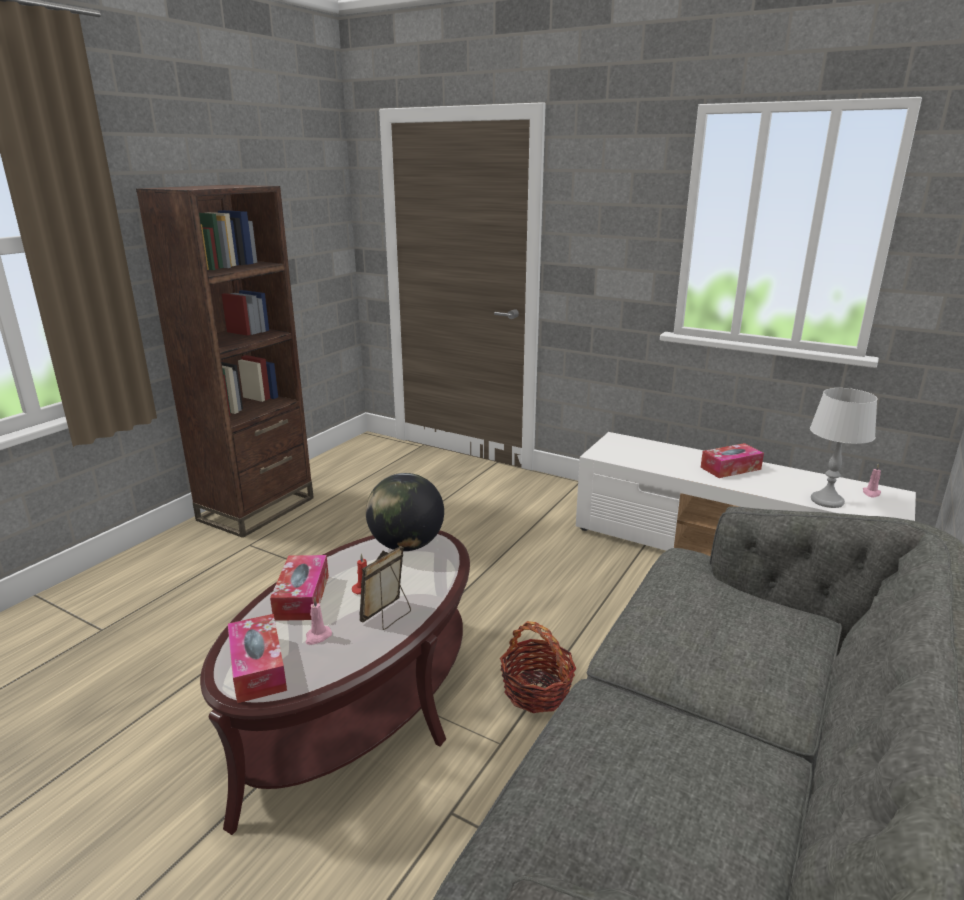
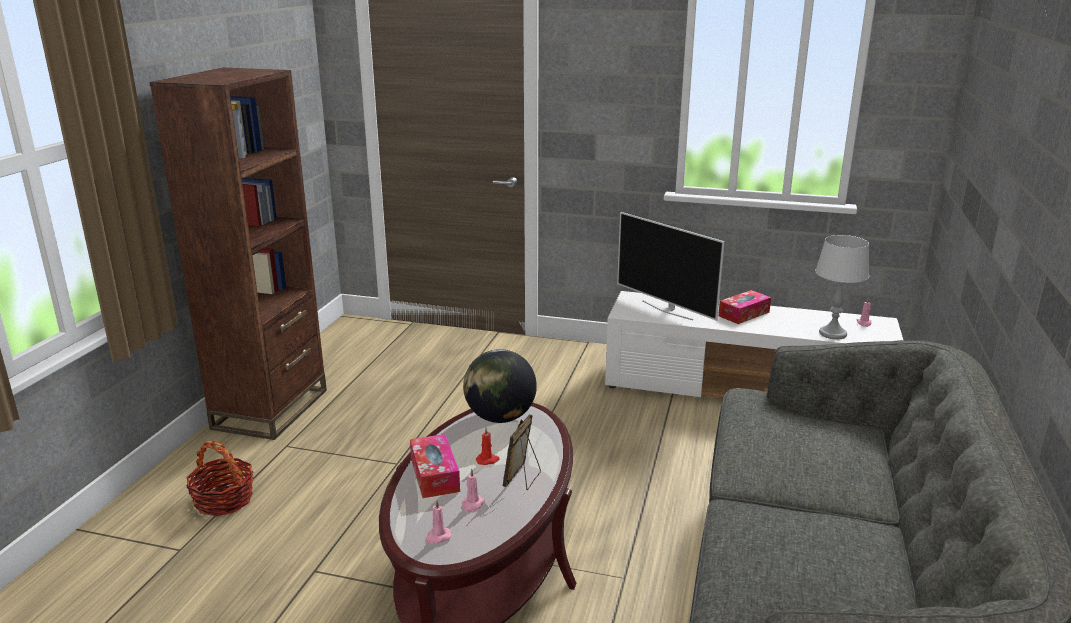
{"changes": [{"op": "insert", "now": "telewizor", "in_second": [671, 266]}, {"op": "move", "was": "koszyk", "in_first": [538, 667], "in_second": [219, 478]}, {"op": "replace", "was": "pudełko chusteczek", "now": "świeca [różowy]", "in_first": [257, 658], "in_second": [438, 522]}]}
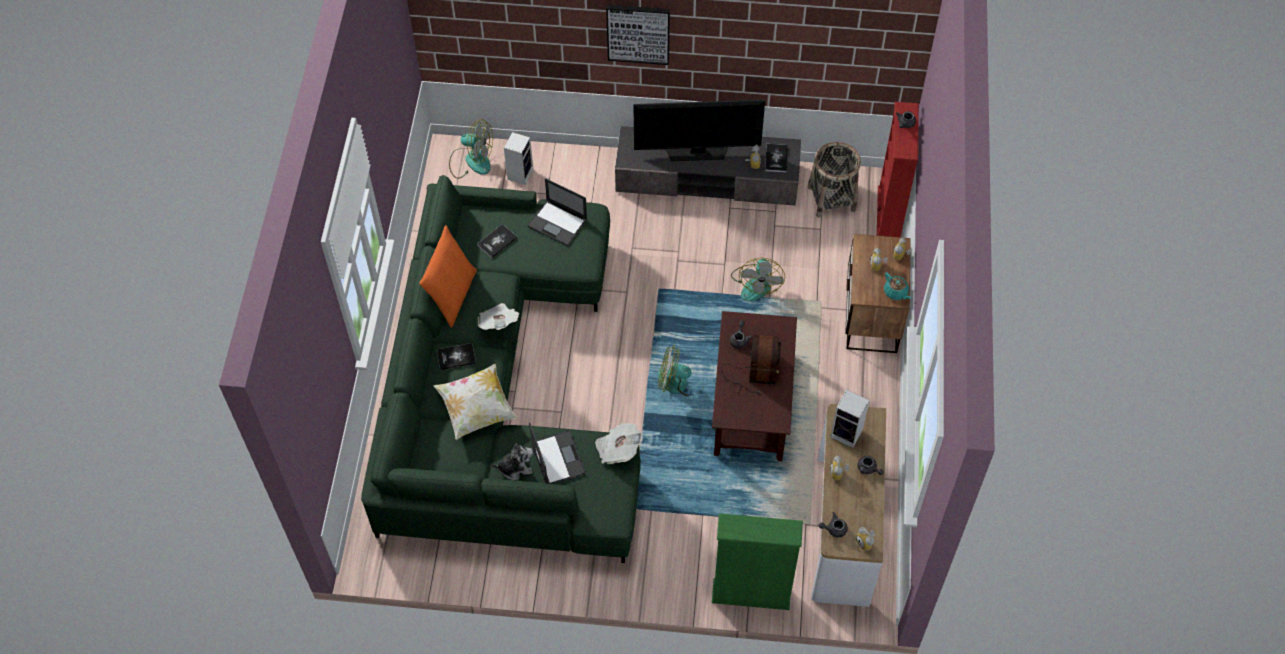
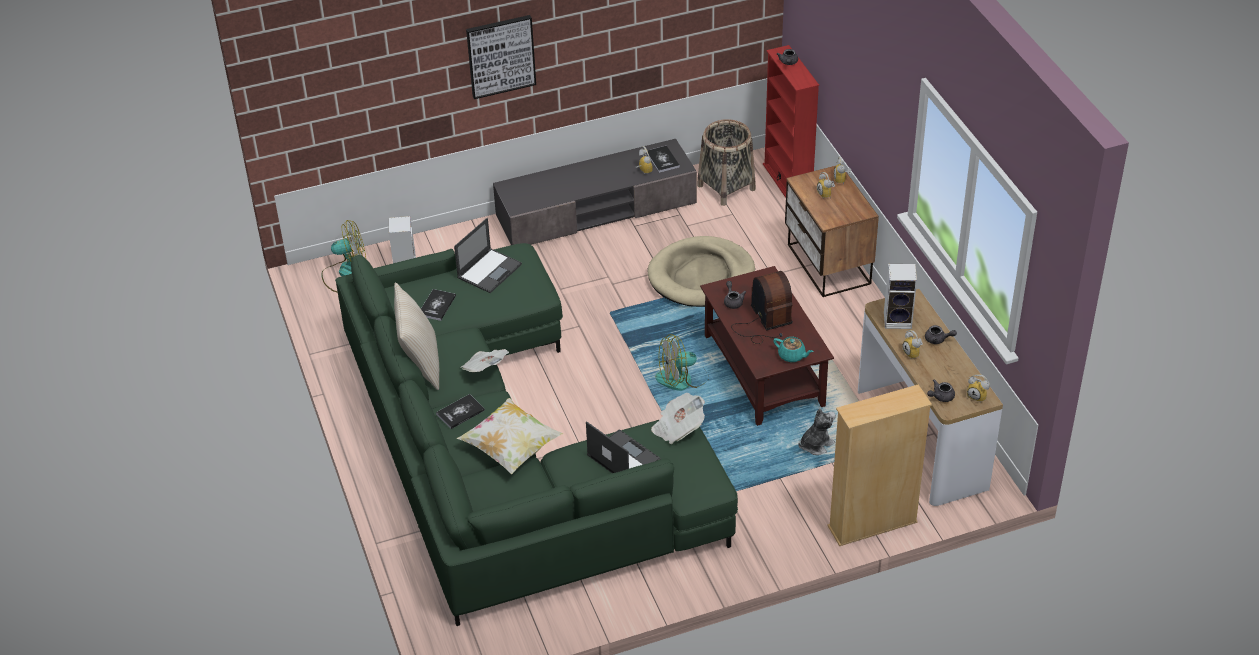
{"changes": [{"op": "delete", "was": "telewizor", "in_first": [699, 130]}, {"op": "move", "was": "pluszak", "in_first": [512, 461], "in_second": [817, 431]}, {"op": "move", "was": "imbryk [turkusowy]", "in_first": [897, 286], "in_second": [793, 349]}, {"op": "replace", "was": "wentylator", "now": "legowisko [beżowy]", "in_first": [758, 279], "in_second": [701, 271]}, {"op": "recolor", "was": "poduszka [pomarańczowy]", "now": "poduszka [beżowy]", "in_first": [448, 276], "in_second": [416, 336]}, {"op": "recolor", "was": "regał [zielony]", "now": "regał [beżowy]", "in_first": [757, 561], "in_second": [879, 465]}, {"op": "rotate", "was": "laptop", "in_first": [557, 212], "in_second": [488, 255], "clockwise": -60}]}
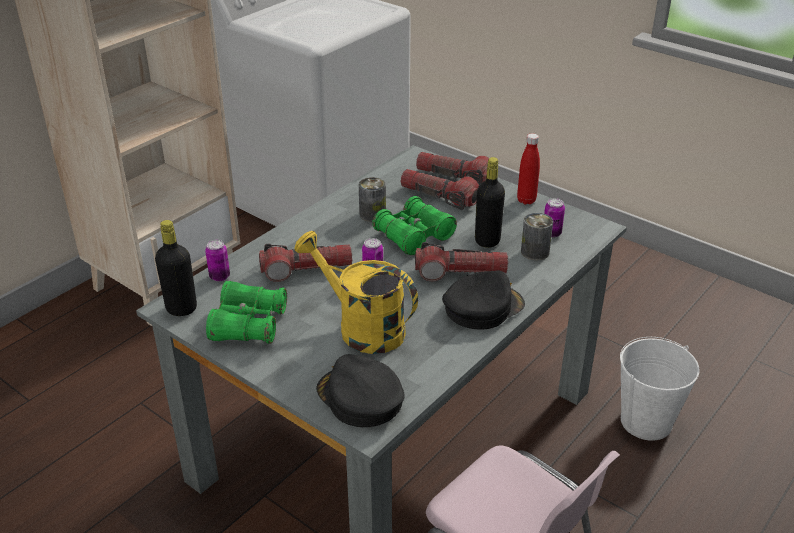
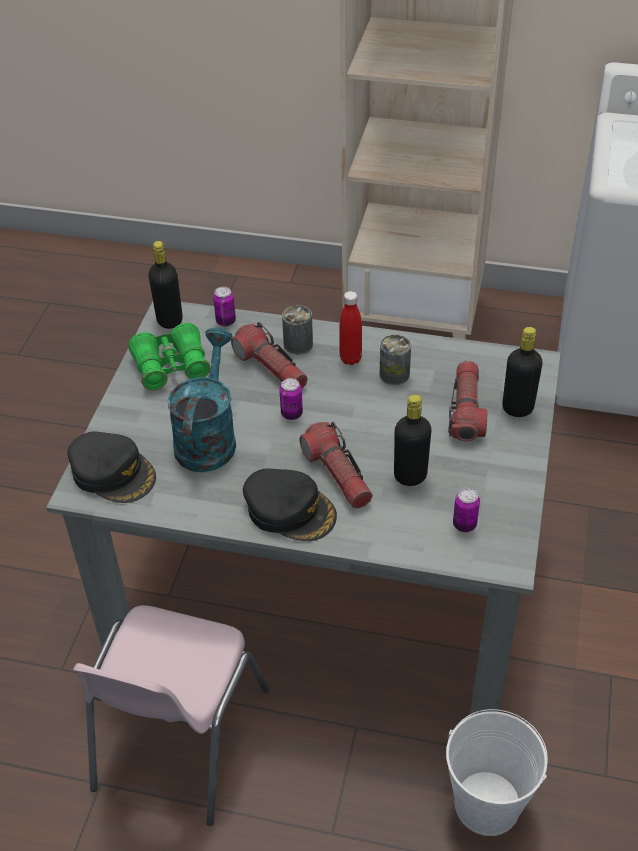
{"changes": [{"op": "delete", "was": "lornetka [zielony]", "in_first": [414, 225]}, {"op": "move", "was": "butelka [czerwony]", "in_first": [528, 169], "in_second": [351, 328]}, {"op": "move", "was": "puszka", "in_first": [537, 236], "in_second": [297, 330]}, {"op": "replace", "was": "latarka", "now": "butelka [czarny]", "in_first": [452, 168], "in_second": [522, 372]}, {"op": "recolor", "was": "konewka [żółty]", "now": "konewka [turkusowy]", "in_first": [356, 292], "in_second": [201, 400]}, {"op": "rotate", "was": "czapka z daszkiem [czarny]", "in_first": [360, 390], "in_second": [111, 467], "clockwise": 105}]}
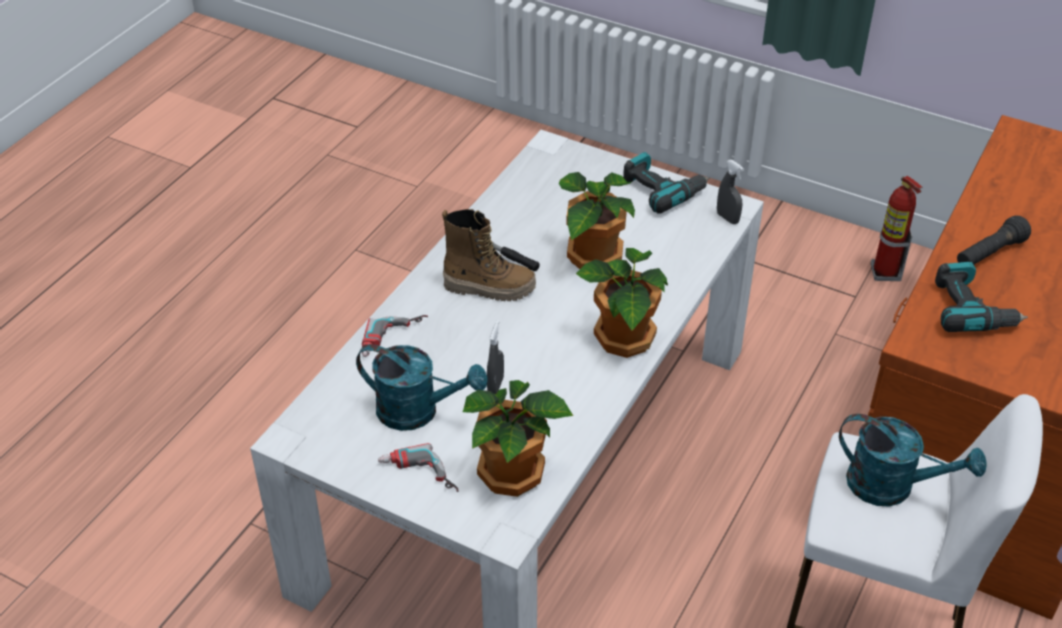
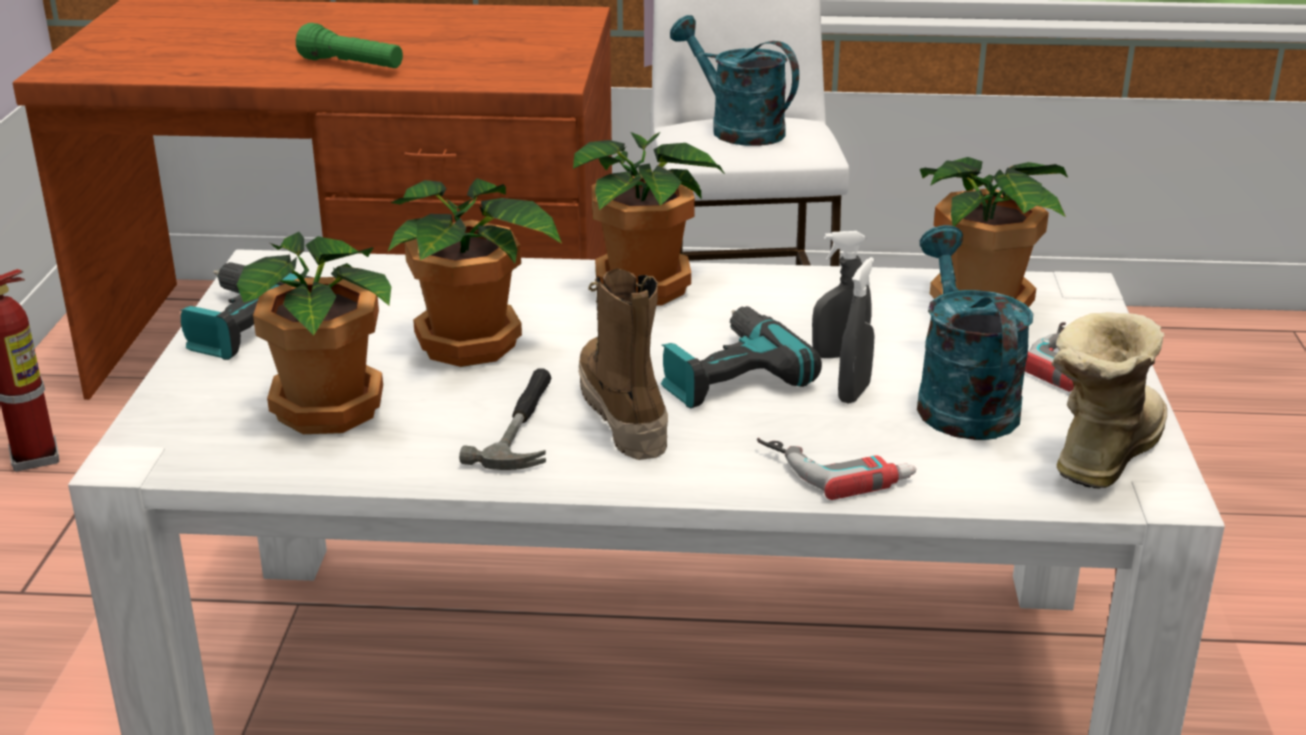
{"changes": [{"op": "insert", "now": "roślina doniczkowa", "in_second": [314, 333]}, {"op": "insert", "now": "but z cholewką", "in_second": [1109, 400]}, {"op": "move", "was": "spryskiwacz [szary]", "in_first": [730, 192], "in_second": [856, 330]}, {"op": "move", "was": "wiertarka", "in_first": [981, 297], "in_second": [741, 357]}, {"op": "recolor", "was": "latarka [czarny]", "now": "latarka [zielony]", "in_first": [994, 240], "in_second": [349, 45]}, {"op": "rotate", "was": "konewka [turkusowy]", "in_first": [913, 460], "in_second": [734, 80], "clockwise": -45}]}
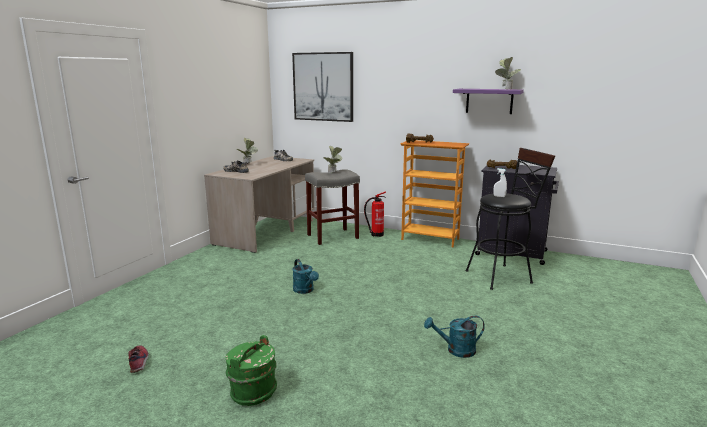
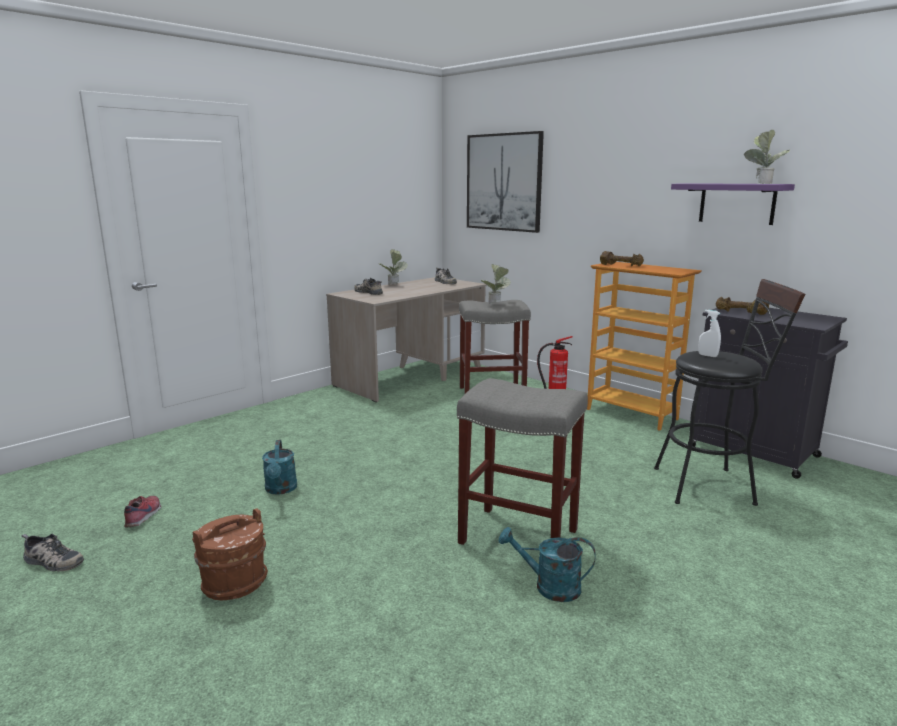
{"changes": [{"op": "insert", "now": "but", "in_second": [52, 552]}, {"op": "insert", "now": "stołek [szary]", "in_second": [522, 461]}, {"op": "move", "was": "konewka [turkusowy]", "in_first": [305, 276], "in_second": [279, 467]}, {"op": "recolor", "was": "wiadro [zielony]", "now": "wiadro [brązowy]", "in_first": [251, 370], "in_second": [230, 554]}]}
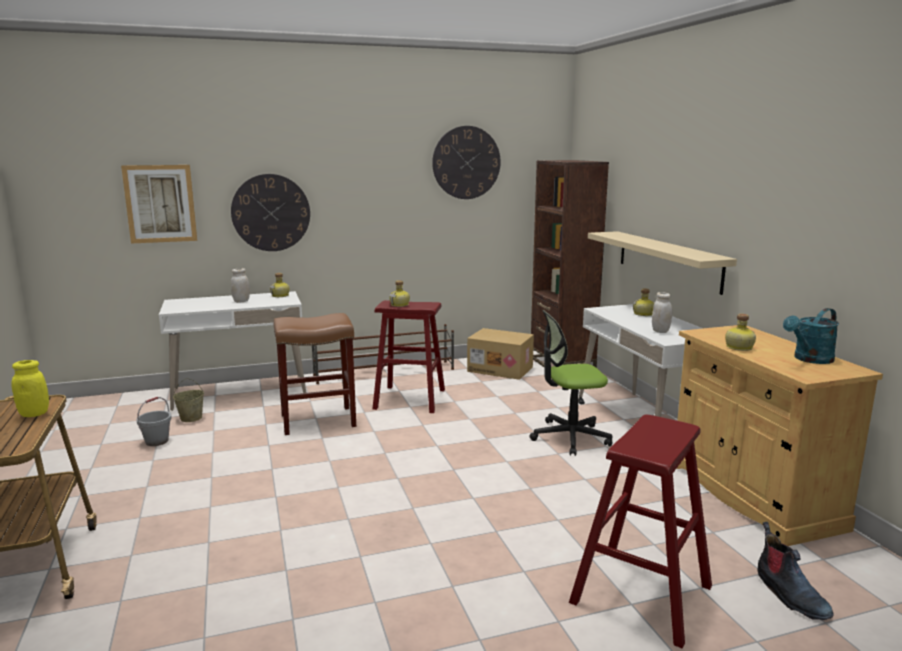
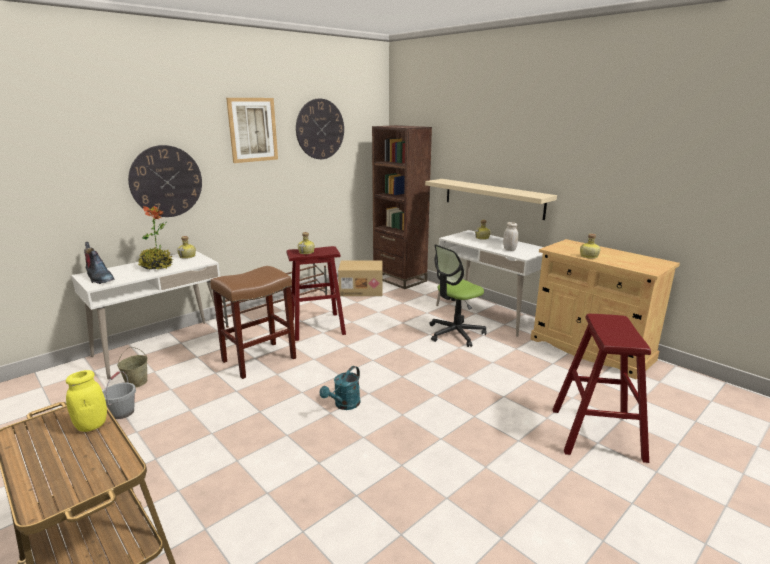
{"changes": [{"op": "move", "was": "obraz", "in_first": [159, 204], "in_second": [252, 130]}, {"op": "move", "was": "but z cholewką", "in_first": [795, 571], "in_second": [99, 263]}, {"op": "move", "was": "konewka [turkusowy]", "in_first": [811, 336], "in_second": [340, 388]}, {"op": "replace", "was": "słoik [biały]", "now": "roślina doniczkowa", "in_first": [240, 285], "in_second": [155, 238]}]}
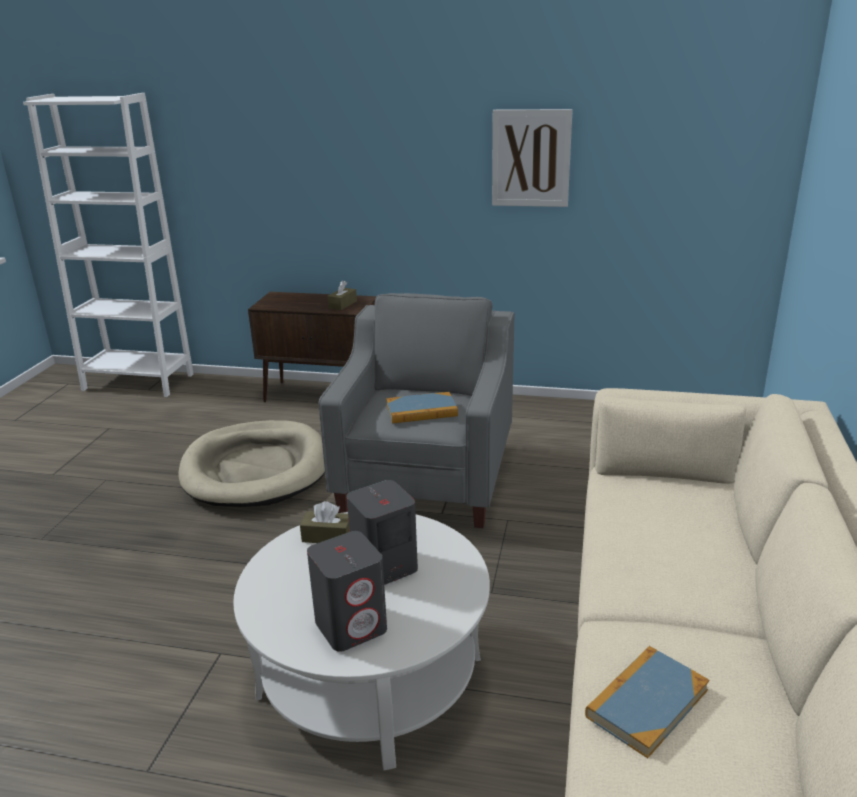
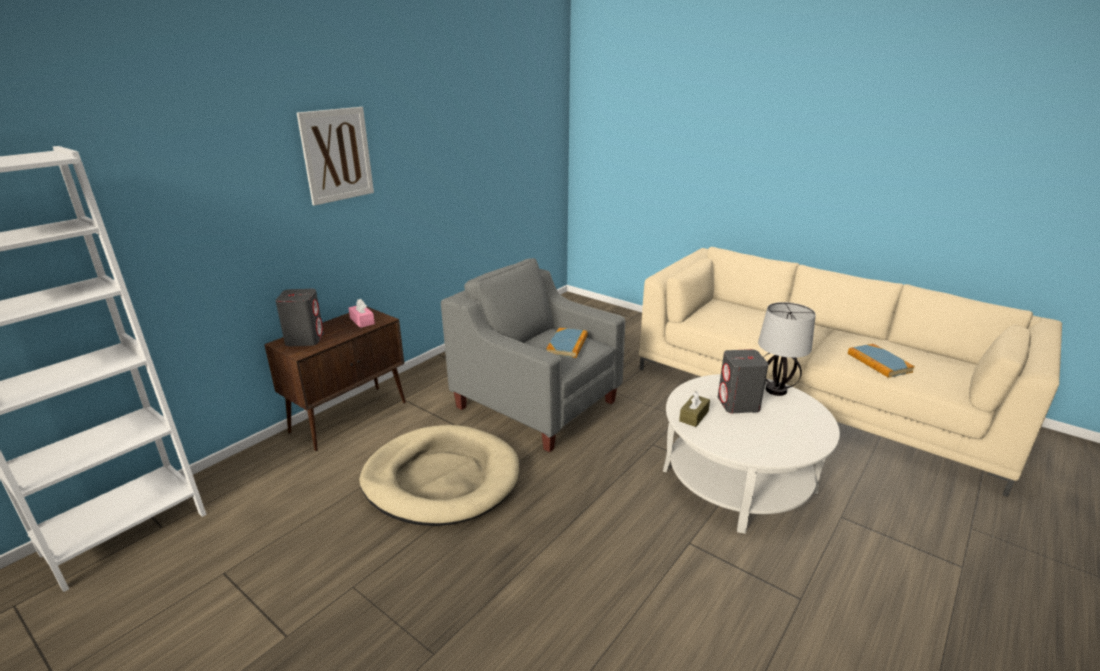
{"changes": [{"op": "insert", "now": "lampa stołowa", "in_second": [787, 349]}, {"op": "move", "was": "głośnik [szary]", "in_first": [347, 591], "in_second": [299, 318]}, {"op": "move", "was": "obraz", "in_first": [532, 158], "in_second": [335, 156]}, {"op": "recolor", "was": "pudełko chusteczek [brązowy]", "now": "pudełko chusteczek [różowy]", "in_first": [342, 295], "in_second": [362, 313]}]}
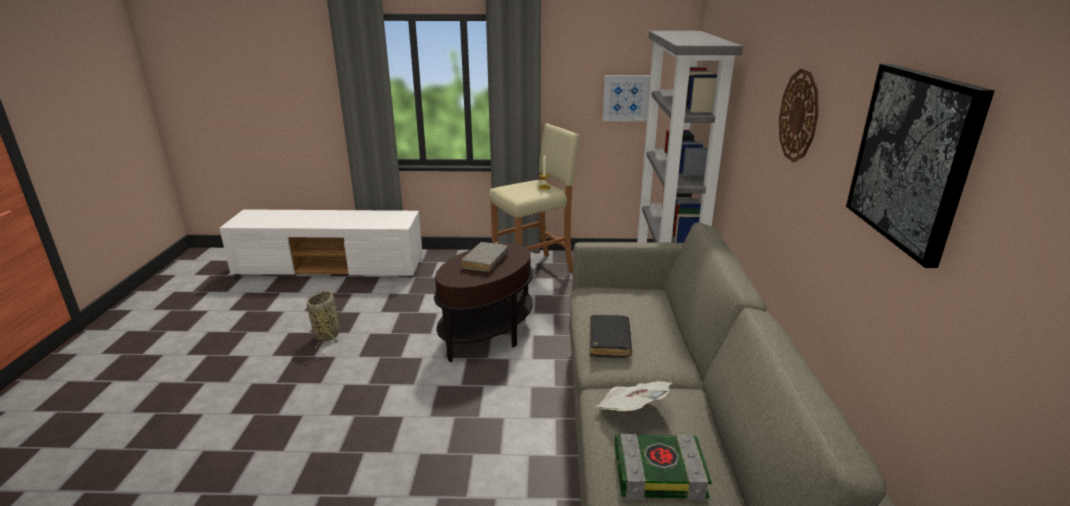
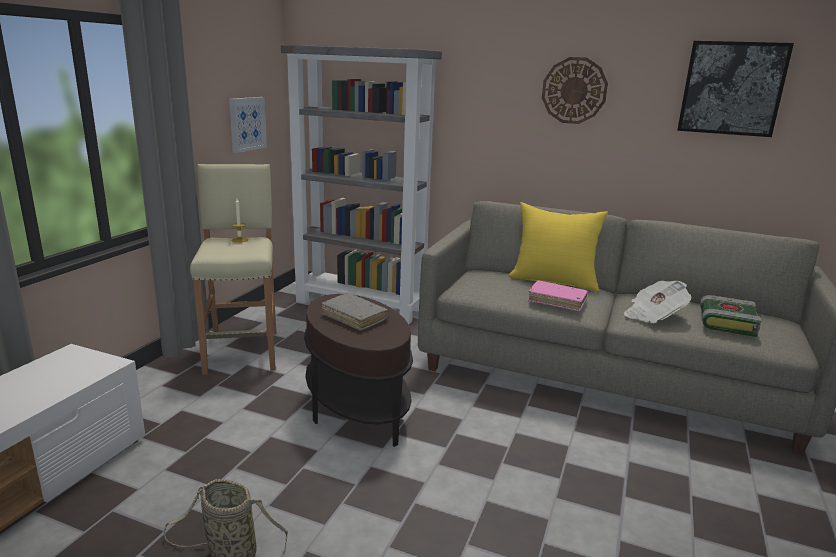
{"changes": [{"op": "insert", "now": "poduszka [żółty]", "in_second": [558, 247]}, {"op": "recolor", "was": "książka [czarny]", "now": "książka [różowy]", "in_first": [611, 336], "in_second": [558, 296]}]}
